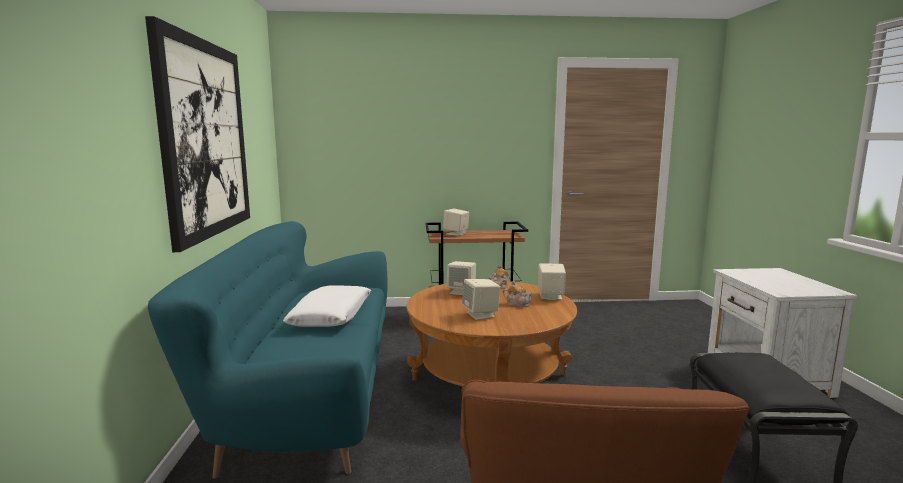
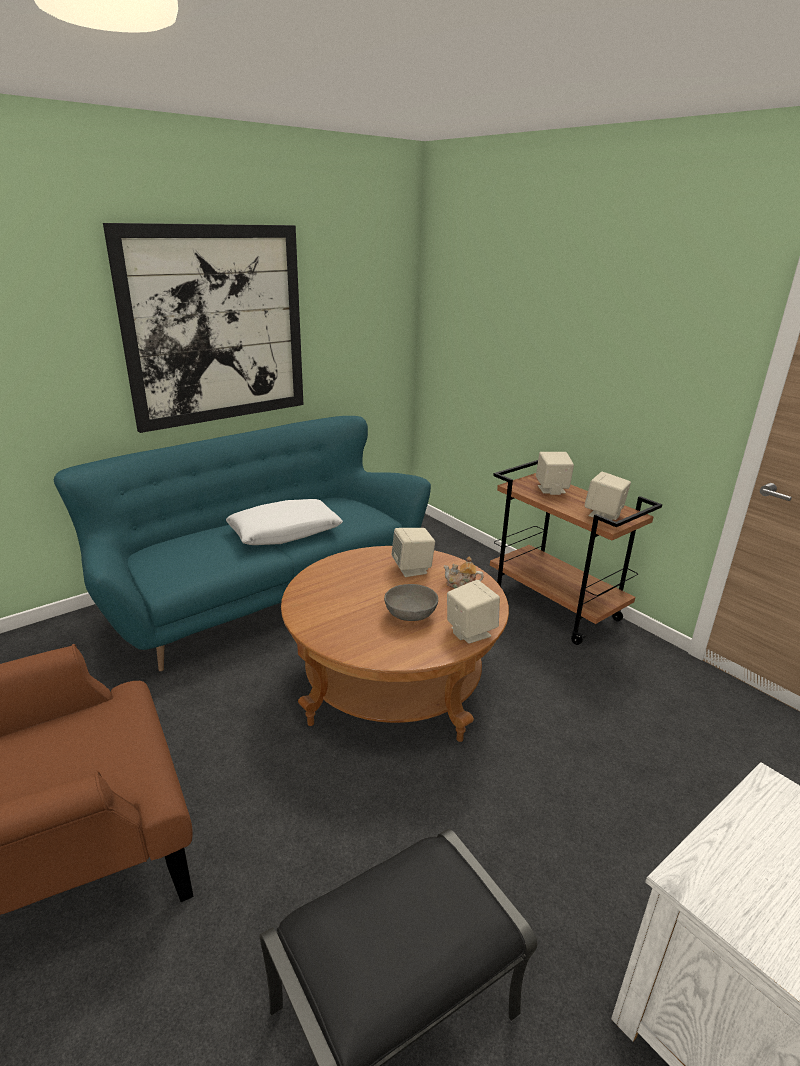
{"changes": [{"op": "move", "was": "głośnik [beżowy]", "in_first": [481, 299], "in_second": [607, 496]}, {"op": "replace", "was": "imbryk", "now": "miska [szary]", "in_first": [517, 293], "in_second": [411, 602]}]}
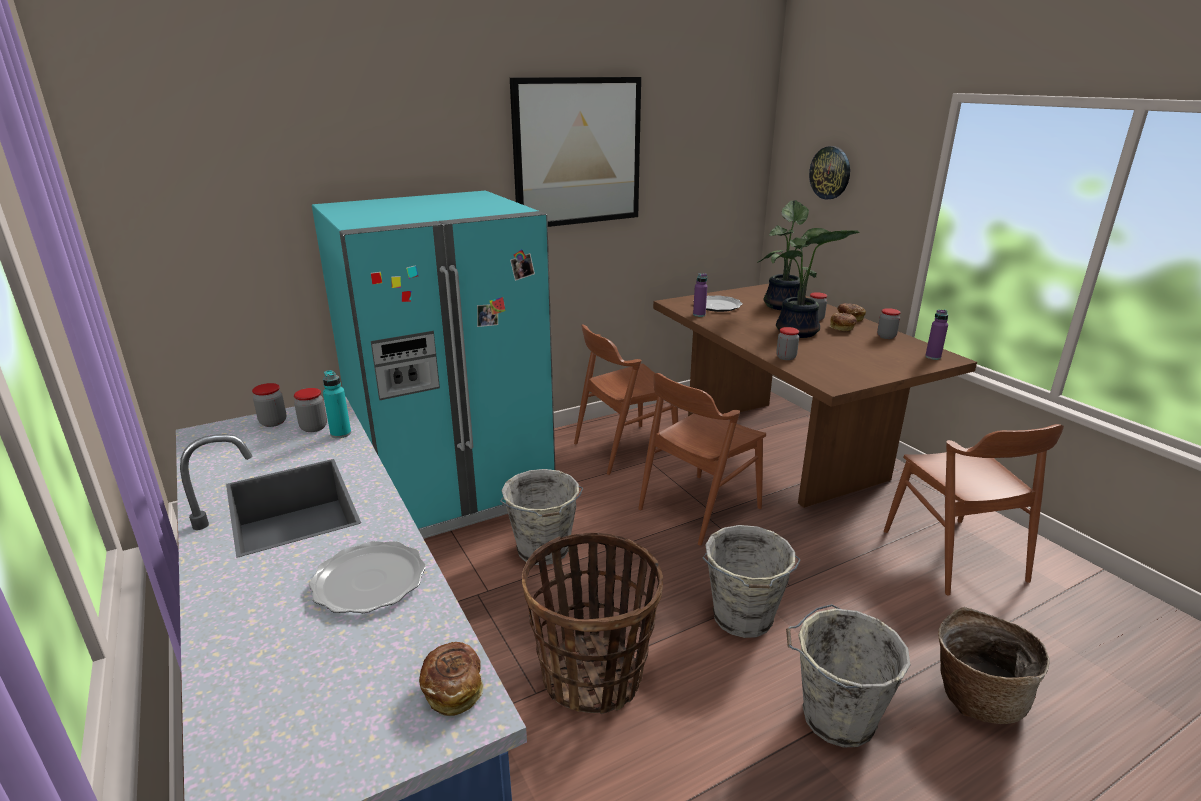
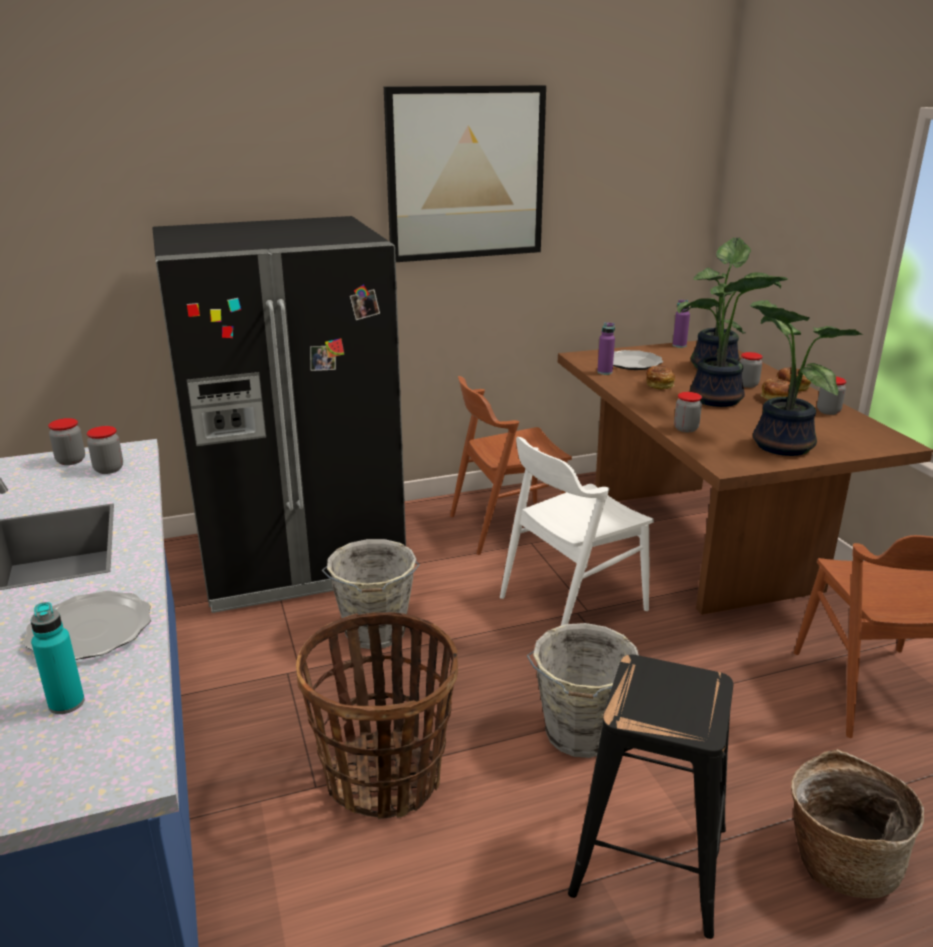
{"changes": [{"op": "delete", "was": "zegar ścienny", "in_first": [829, 173]}, {"op": "insert", "now": "roślina doniczkowa", "in_second": [806, 378]}, {"op": "move", "was": "butelka [turkusowy]", "in_first": [337, 404], "in_second": [58, 658]}, {"op": "move", "was": "chleb", "in_first": [451, 679], "in_second": [660, 378]}, {"op": "move", "was": "butelka [fioletowy]", "in_first": [936, 335], "in_second": [681, 324]}, {"op": "replace", "was": "wiadro [szary]", "now": "stołek [czarny]", "in_first": [848, 675], "in_second": [650, 797]}, {"op": "recolor", "was": "lodówka [turkusowy]", "now": "lodówka [czarny]", "in_first": [433, 364], "in_second": [279, 414]}, {"op": "recolor", "was": "krzesło [brązowy]", "now": "krzesło [biały]", "in_first": [702, 459], "in_second": [577, 531]}]}
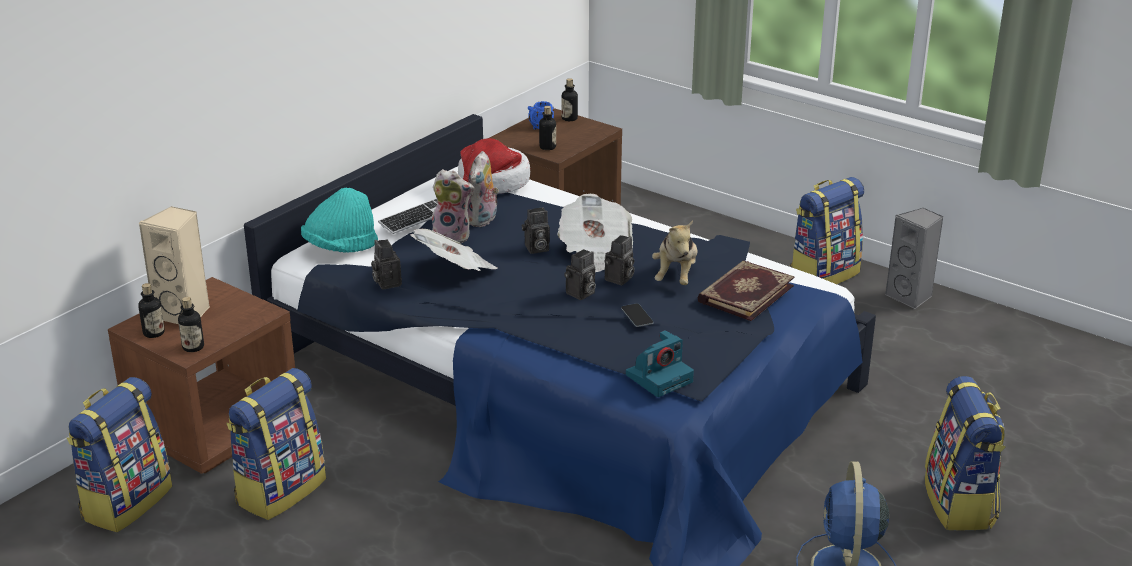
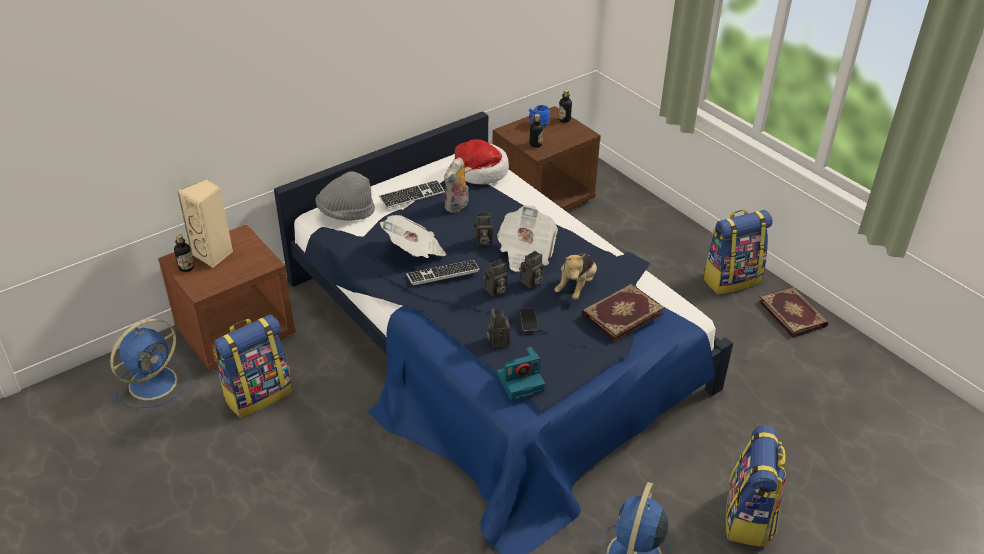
{"changes": [{"op": "delete", "was": "butelka", "in_first": [191, 324]}, {"op": "delete", "was": "pluszak", "in_first": [453, 206]}, {"op": "insert", "now": "klawiatura", "in_second": [443, 272]}, {"op": "move", "was": "aparat fotograficzny", "in_first": [386, 264], "in_second": [498, 327]}, {"op": "replace", "was": "plecak", "now": "wentylator [niebieski]", "in_first": [119, 454], "in_second": [150, 363]}, {"op": "replace", "was": "głośnik [szary]", "now": "książka", "in_first": [914, 258], "in_second": [793, 312]}, {"op": "recolor", "was": "kapelusz [turkusowy]", "now": "kapelusz [szary]", "in_first": [339, 220], "in_second": [345, 196]}]}
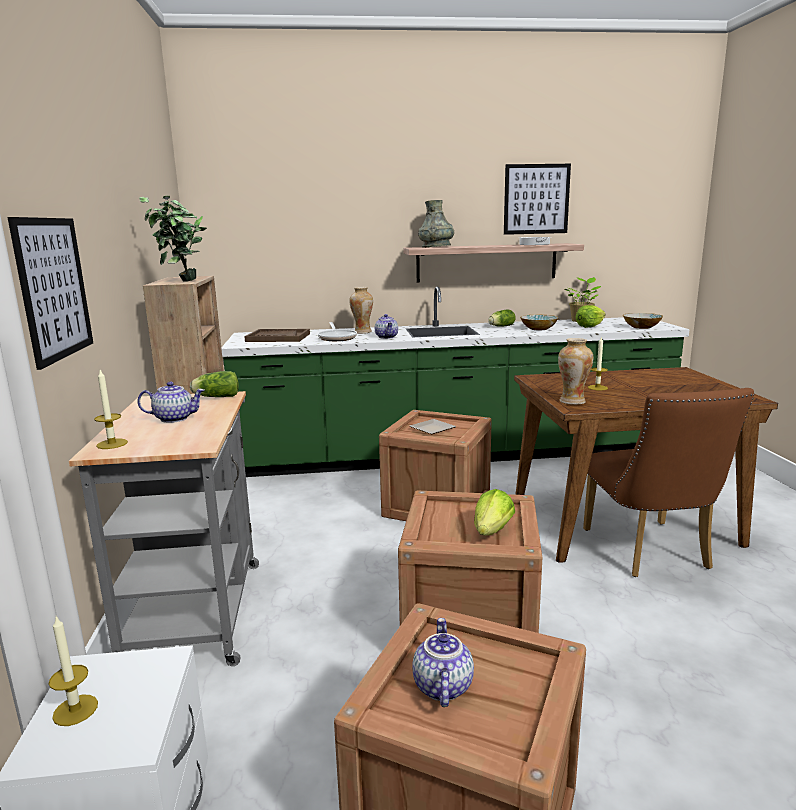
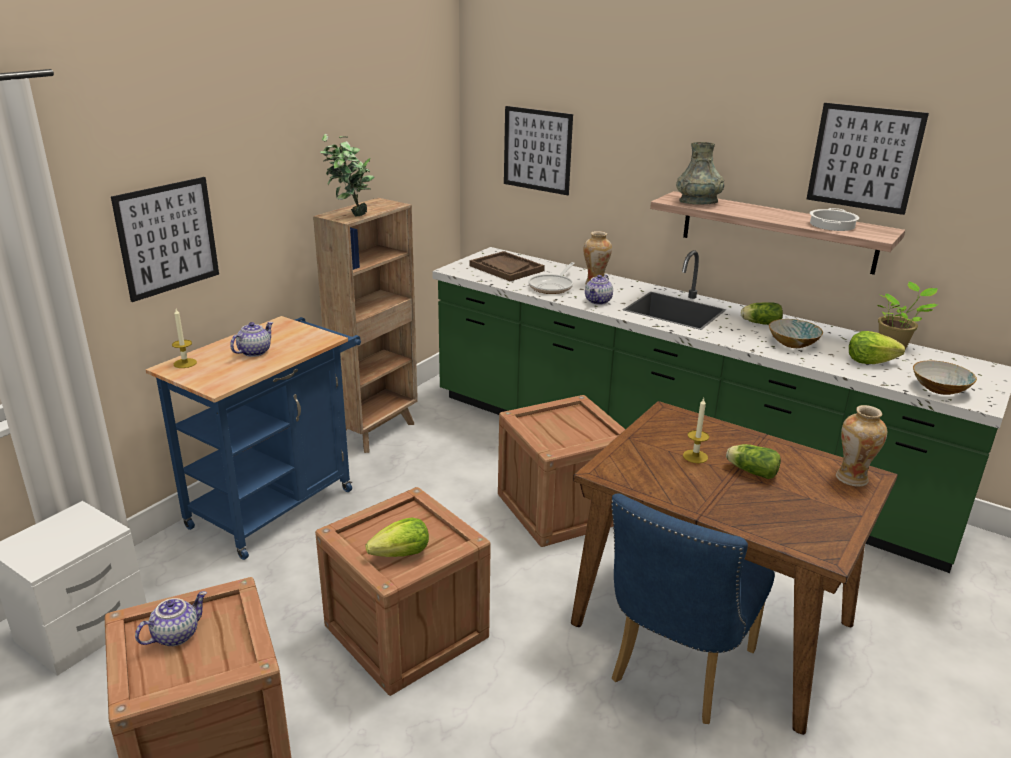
{"changes": [{"op": "delete", "was": "świeca", "in_first": [73, 671]}, {"op": "delete", "was": "talerz", "in_first": [433, 426]}, {"op": "insert", "now": "obraz", "in_second": [538, 150]}, {"op": "move", "was": "sałata", "in_first": [214, 384], "in_second": [753, 461]}, {"op": "move", "was": "wazon", "in_first": [575, 371], "in_second": [861, 446]}, {"op": "recolor", "was": "wózek [szary]", "now": "wózek [niebieski]", "in_first": [164, 528], "in_second": [253, 438]}, {"op": "recolor", "was": "krzesło [brązowy]", "now": "krzesło [niebieski]", "in_first": [668, 482], "in_second": [693, 609]}, {"op": "rotate", "was": "imbryk", "in_first": [171, 402], "in_second": [252, 339], "clockwise": -90}]}
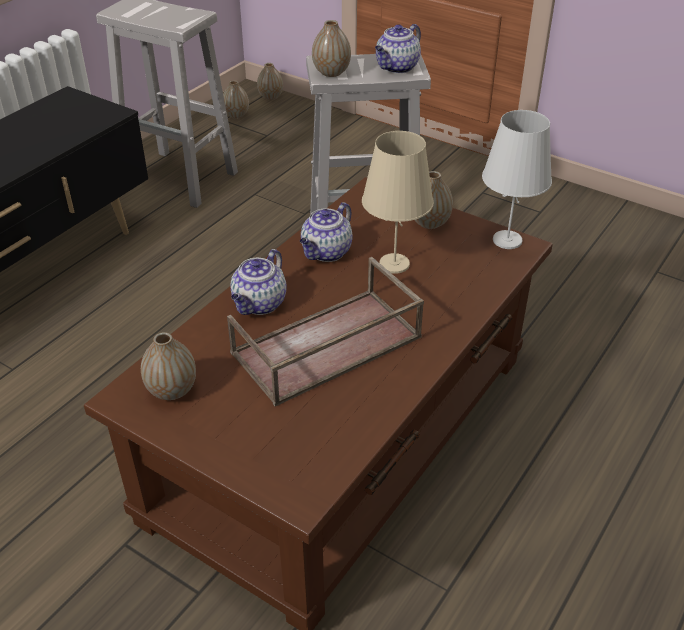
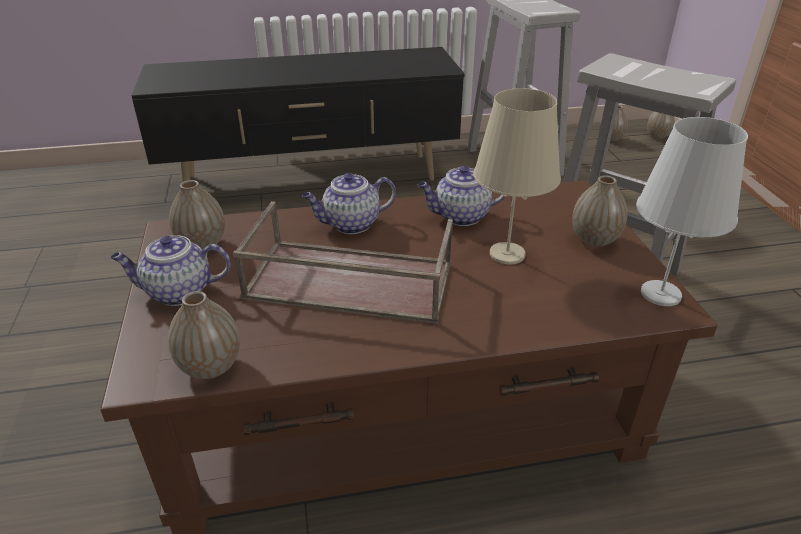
{"changes": [{"op": "move", "was": "wazon", "in_first": [331, 48], "in_second": [204, 335]}, {"op": "move", "was": "imbryk", "in_first": [398, 49], "in_second": [170, 270]}]}
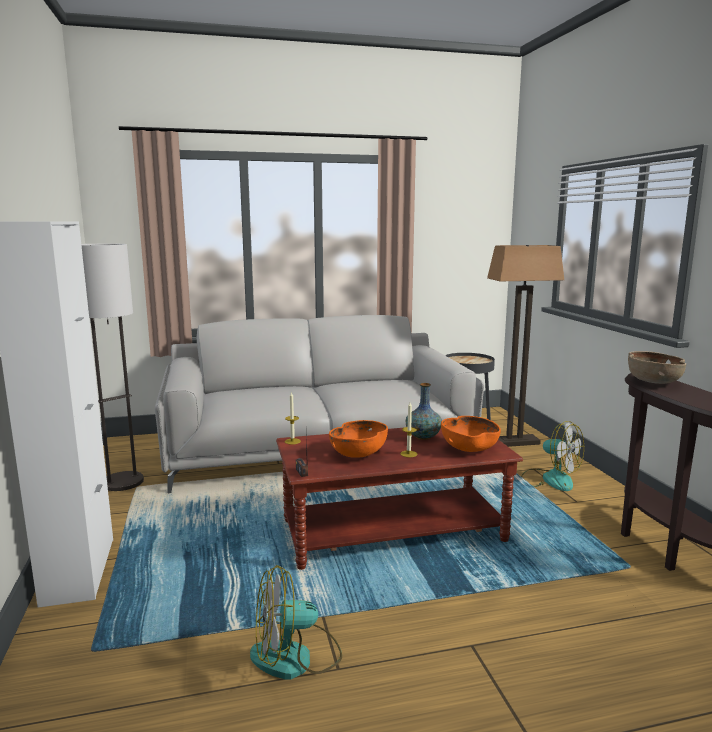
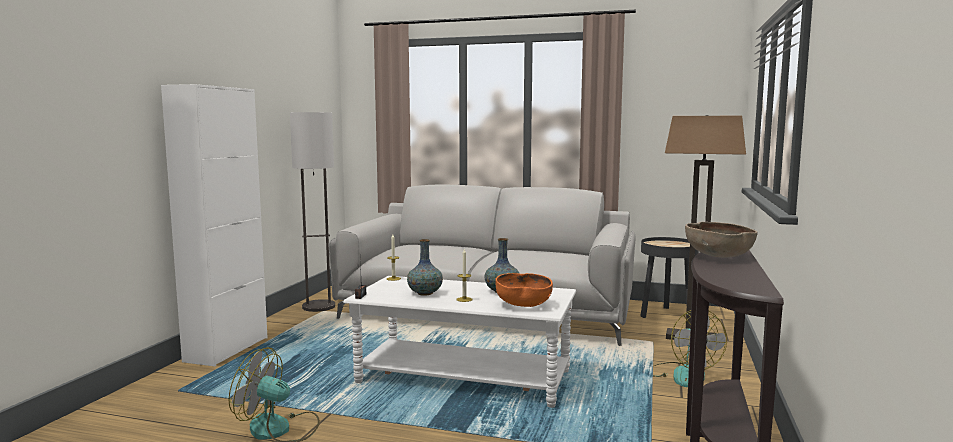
{"changes": [{"op": "replace", "was": "miska [pomarańczowy]", "now": "wazon", "in_first": [358, 439], "in_second": [425, 267]}, {"op": "recolor", "was": "ława [brązowy]", "now": "ława [biały]", "in_first": [399, 499], "in_second": [459, 342]}]}
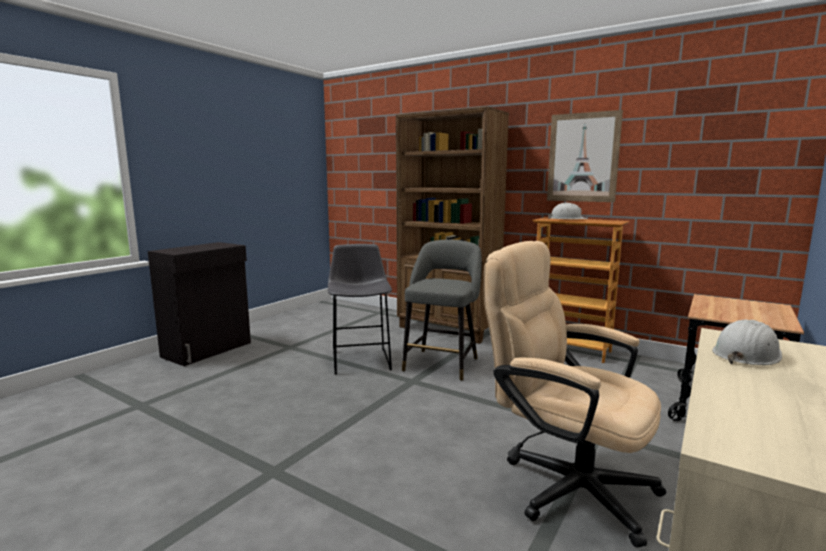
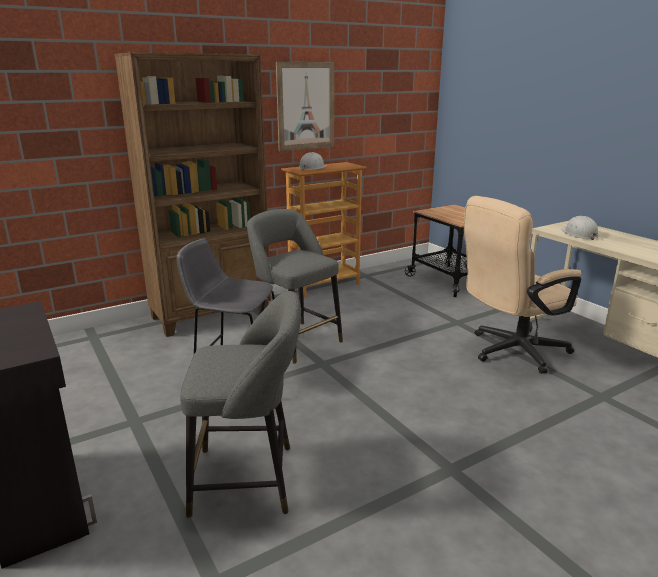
{"changes": [{"op": "insert", "now": "stołek [szary]", "in_second": [240, 404]}]}
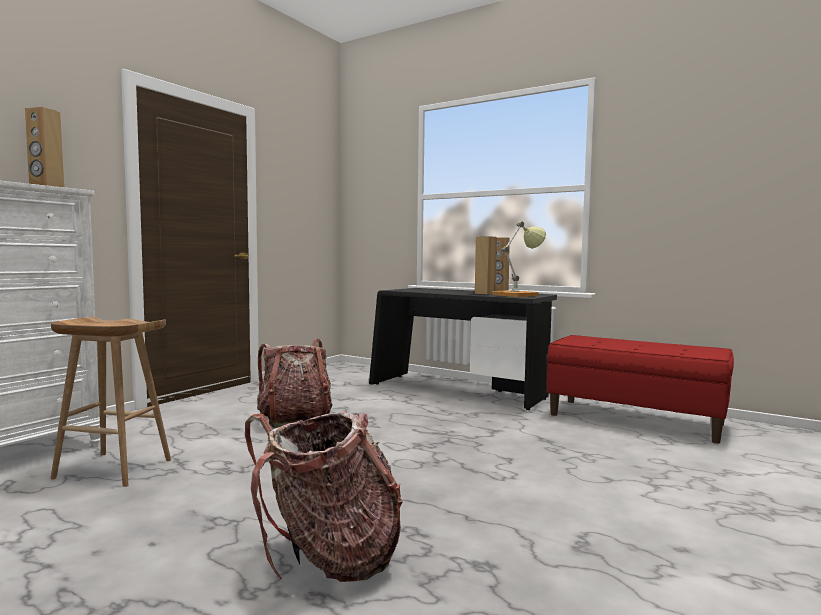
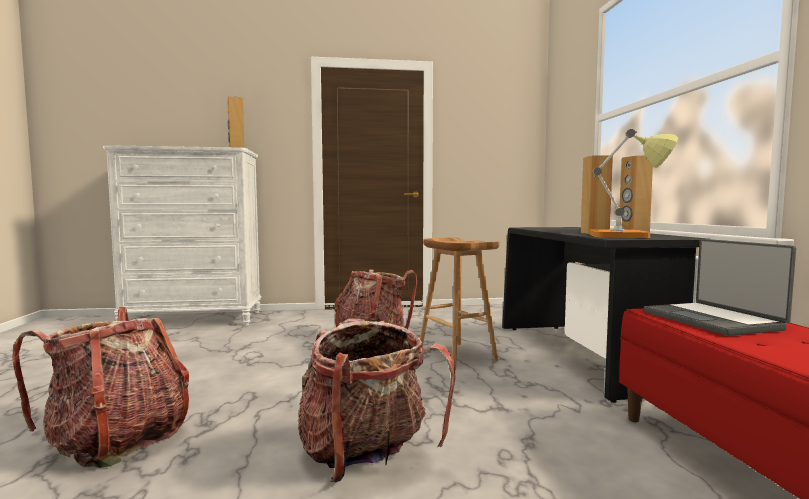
{"changes": [{"op": "insert", "now": "plecak", "in_second": [377, 400]}, {"op": "insert", "now": "laptop", "in_second": [720, 287]}, {"op": "move", "was": "stołek [brązowy]", "in_first": [111, 402], "in_second": [459, 303]}]}
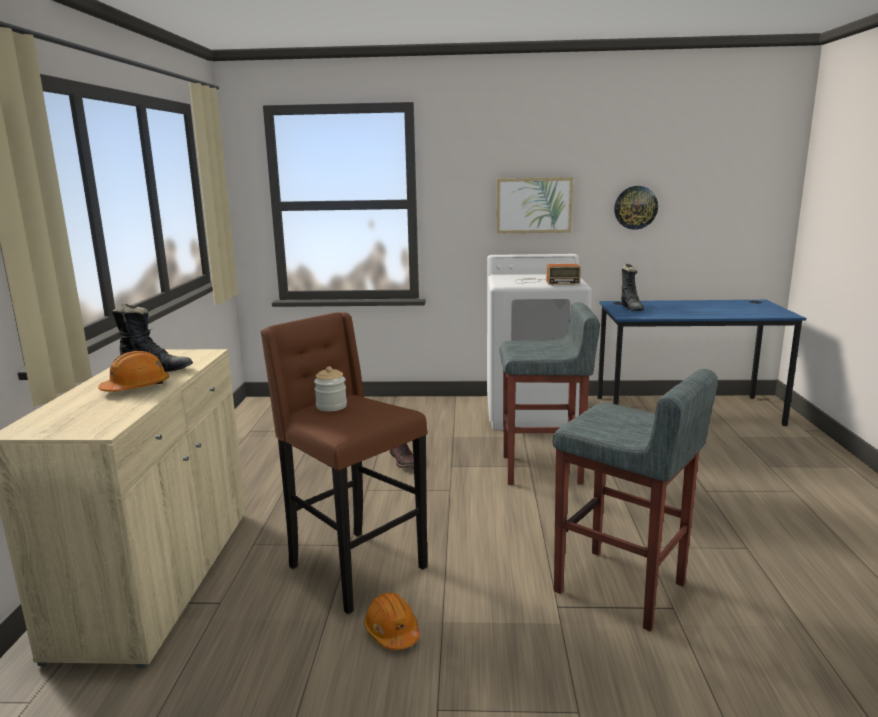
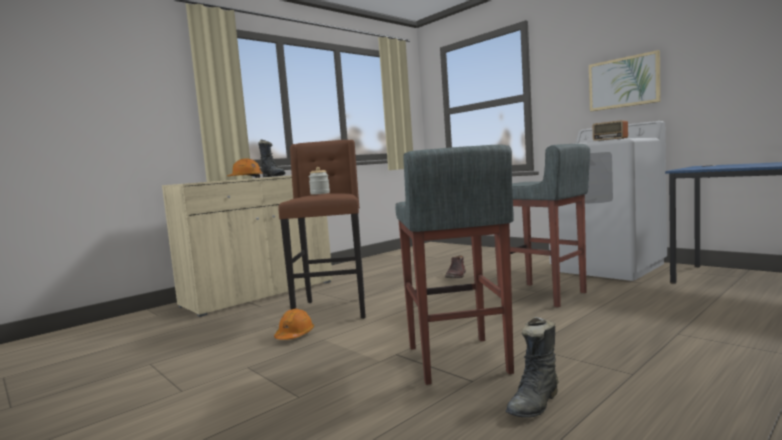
{"changes": [{"op": "delete", "was": "zegar ścienny", "in_first": [636, 208]}, {"op": "move", "was": "but z cholewką [czarny]", "in_first": [632, 287], "in_second": [532, 367]}]}
